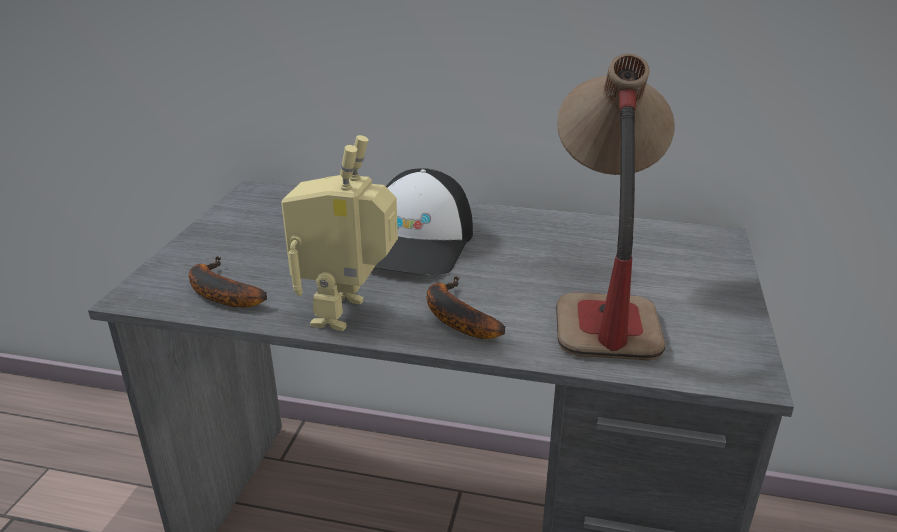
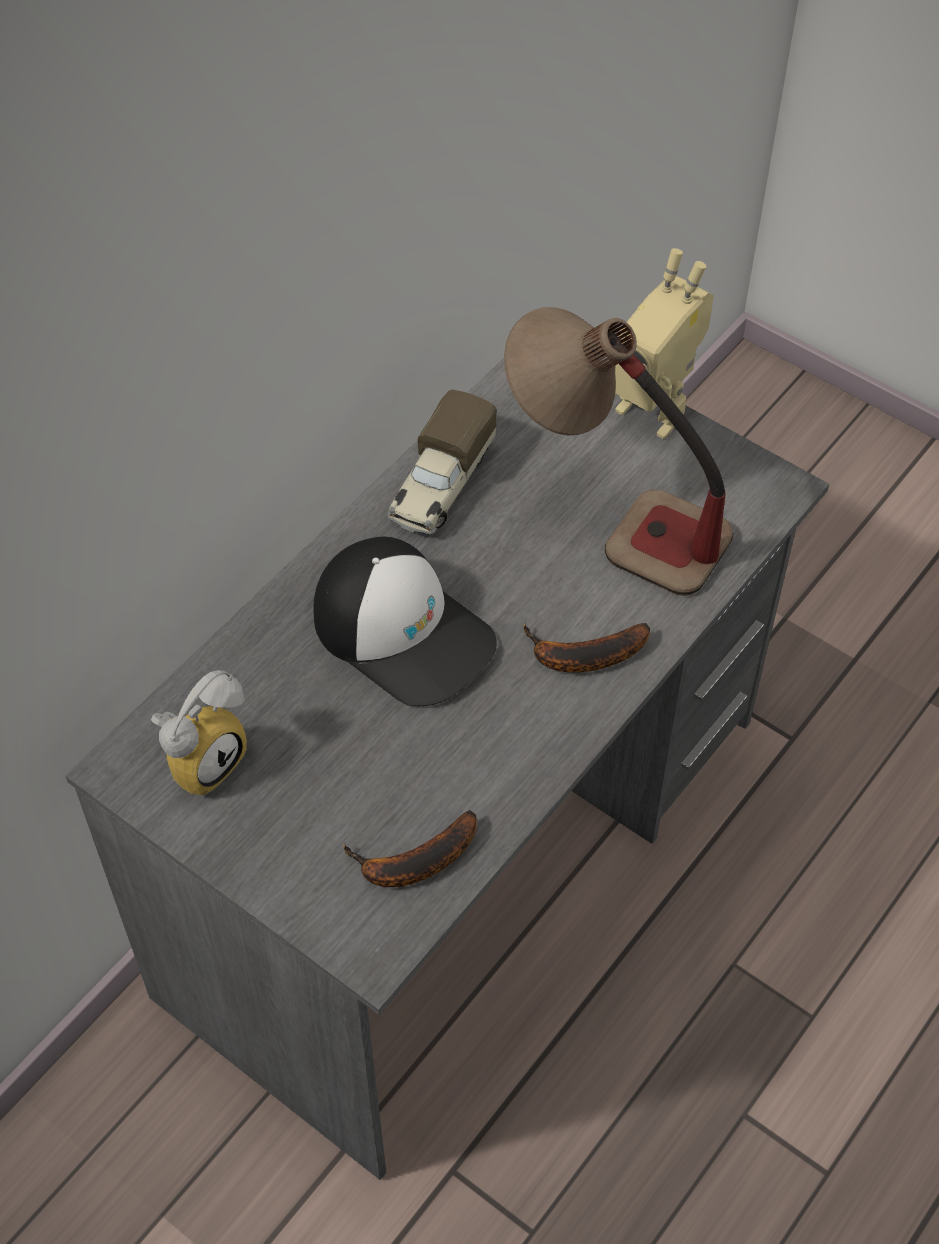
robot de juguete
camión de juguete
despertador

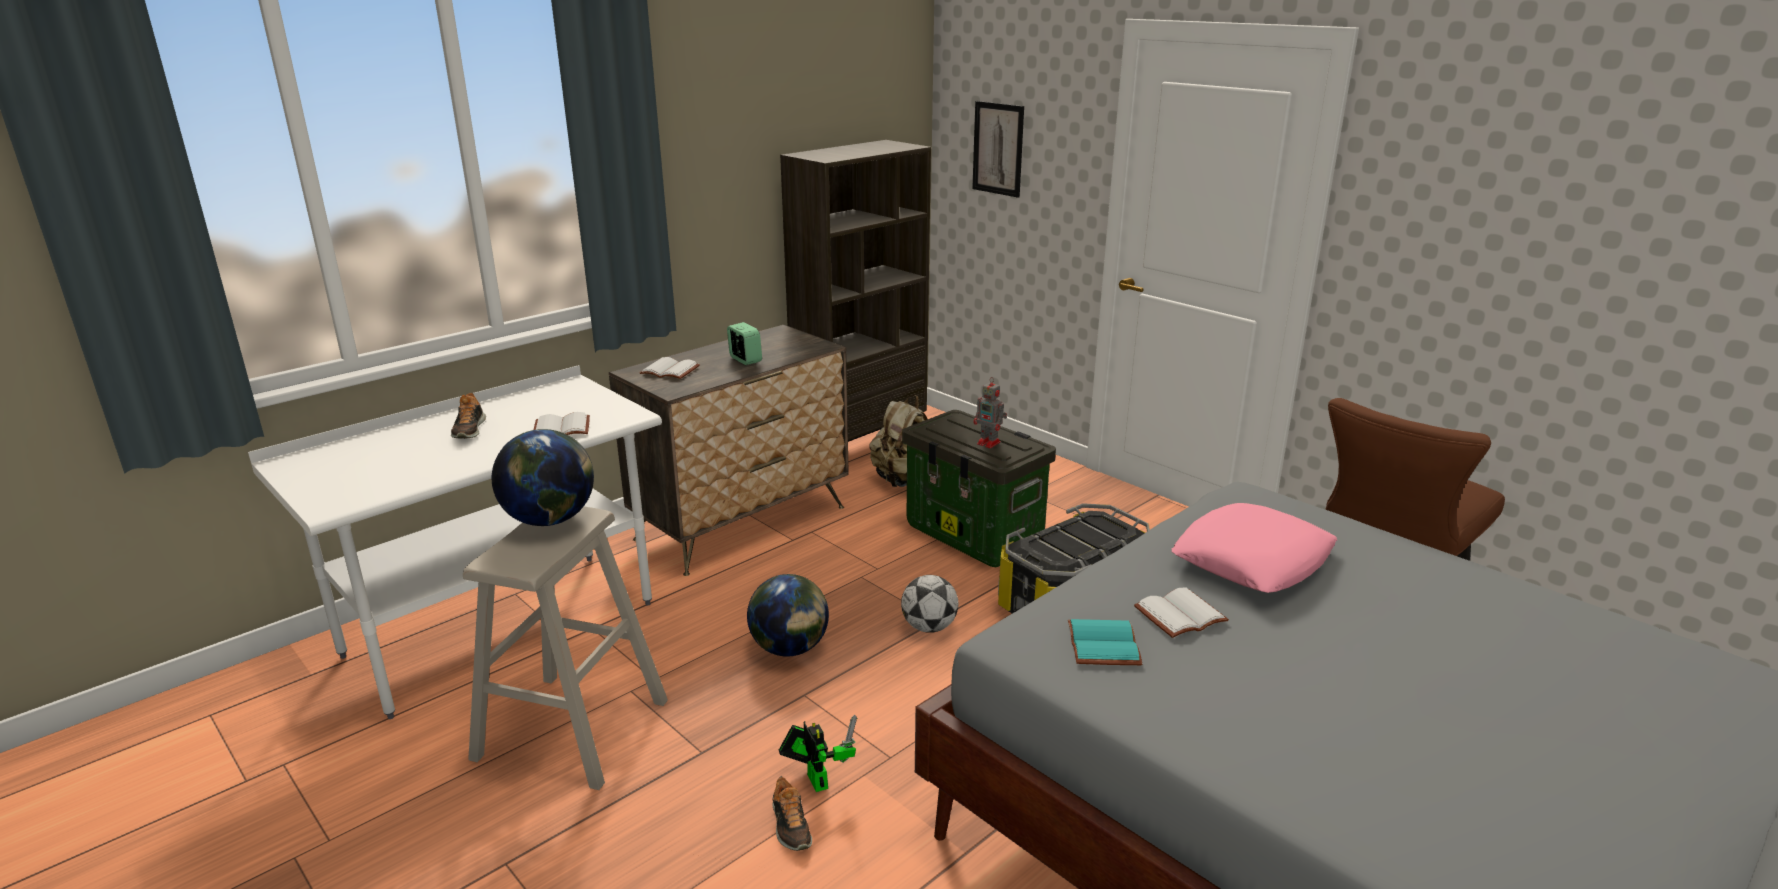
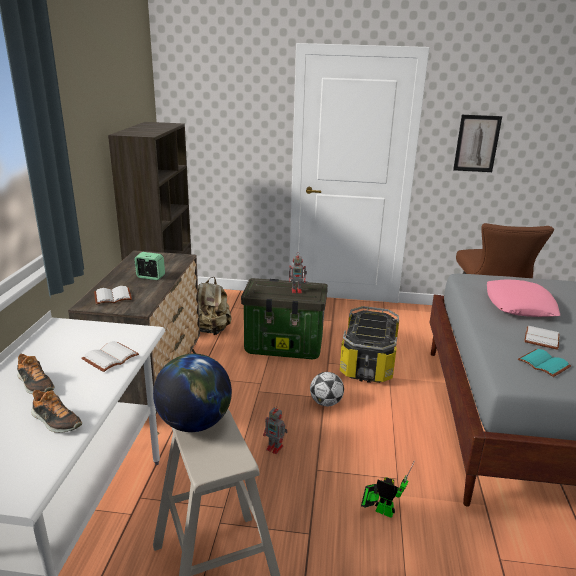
cuadro
robot de juguete (1st from left)
zapato (2nd from left)

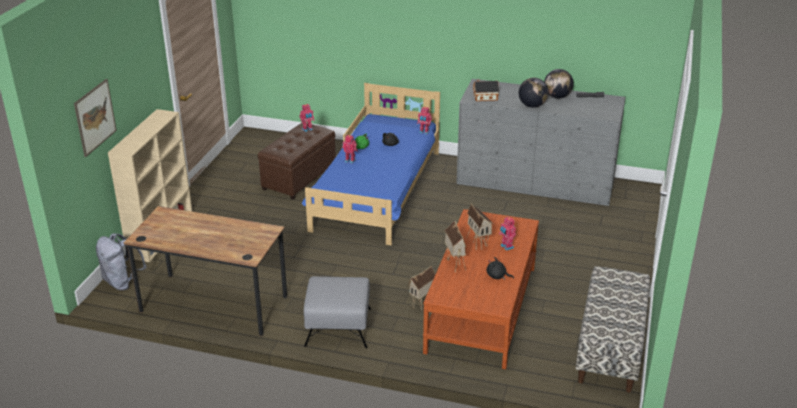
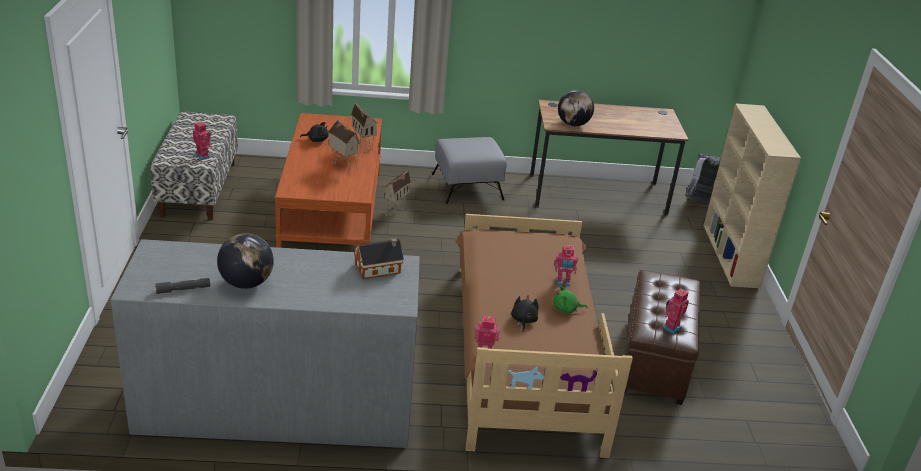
globo terráqueo (2nd from left)
cuadro
cama [marrón]
robot de juguete (1st from left)

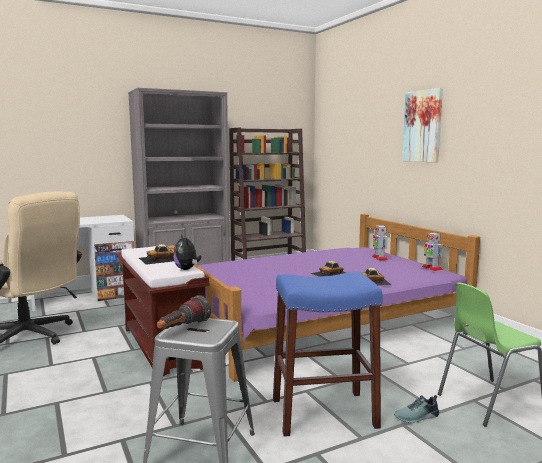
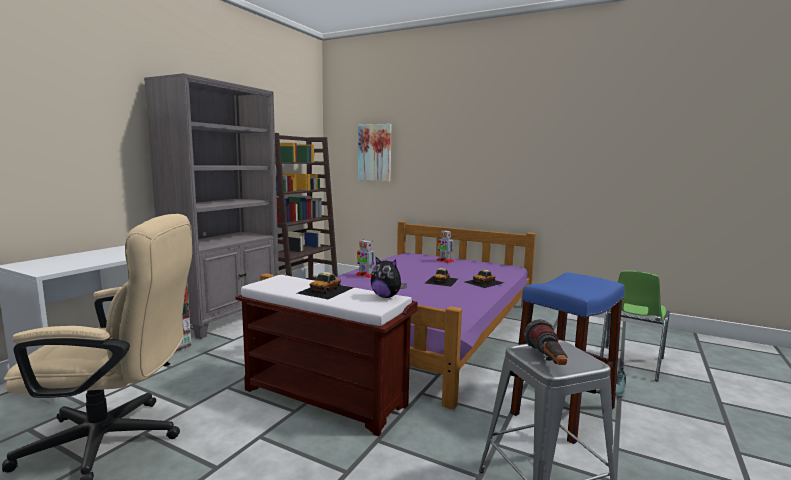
cuadro
robot de juguete (1st from left)

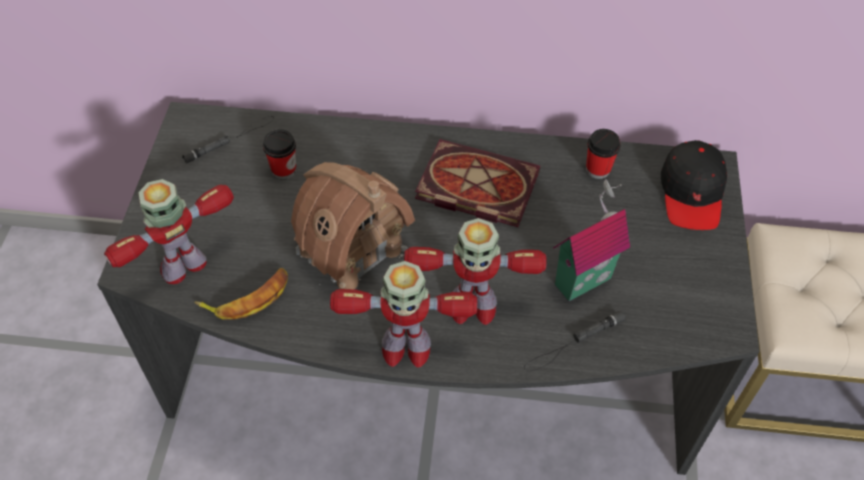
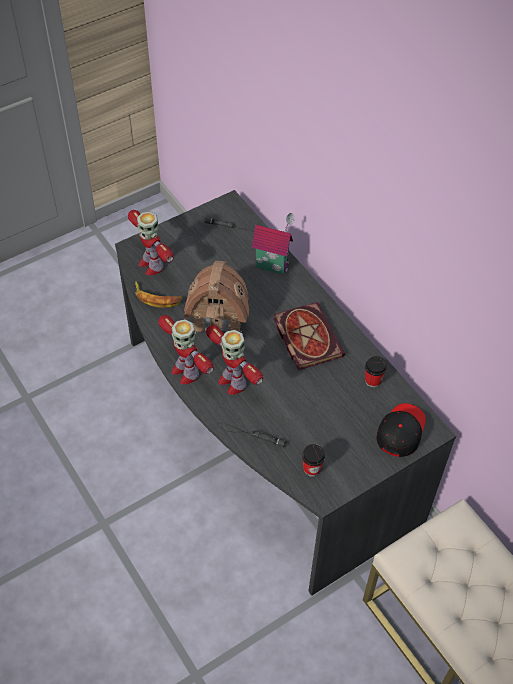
taza (1st from left)
gorra [negro]
robot de juguete (1st from left)
casita (2nd from left)

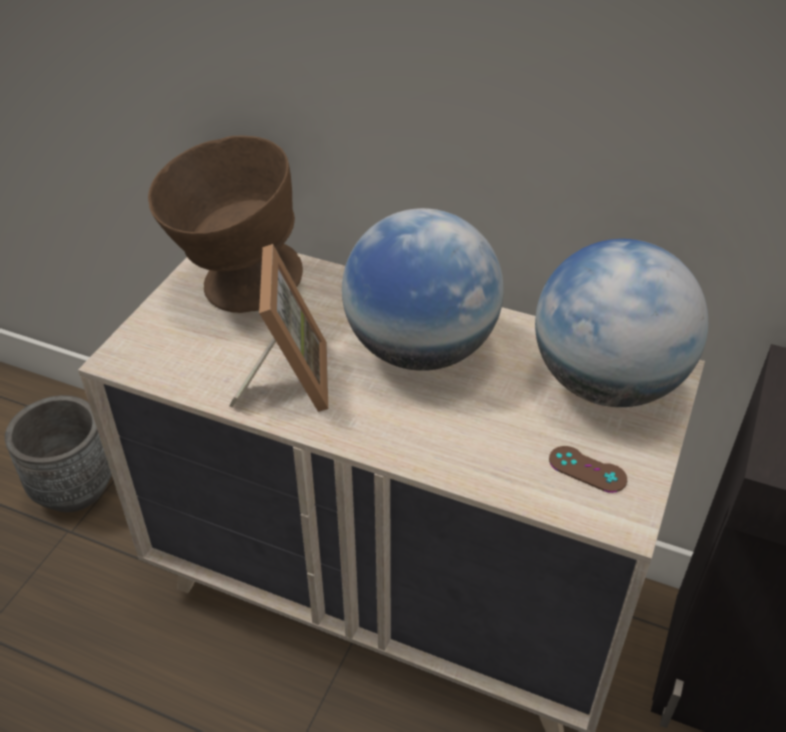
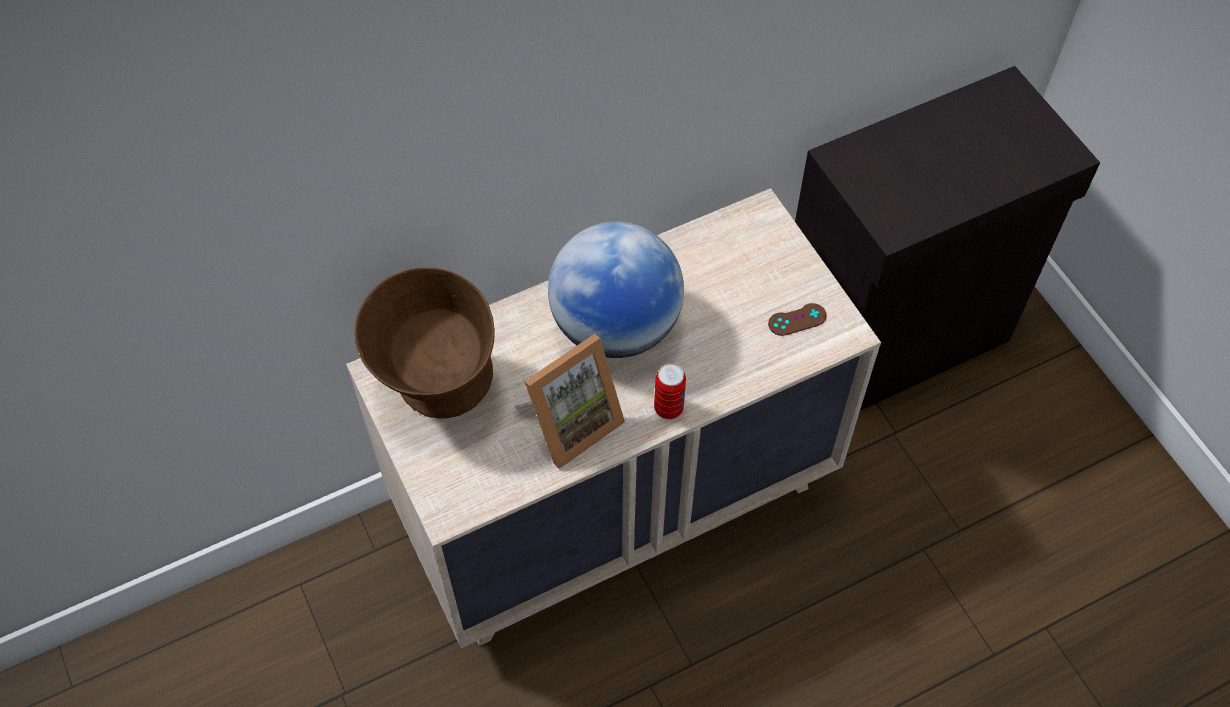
globo terráqueo (2nd from left in the first image)
portarretratos
maceta [gris]
lata

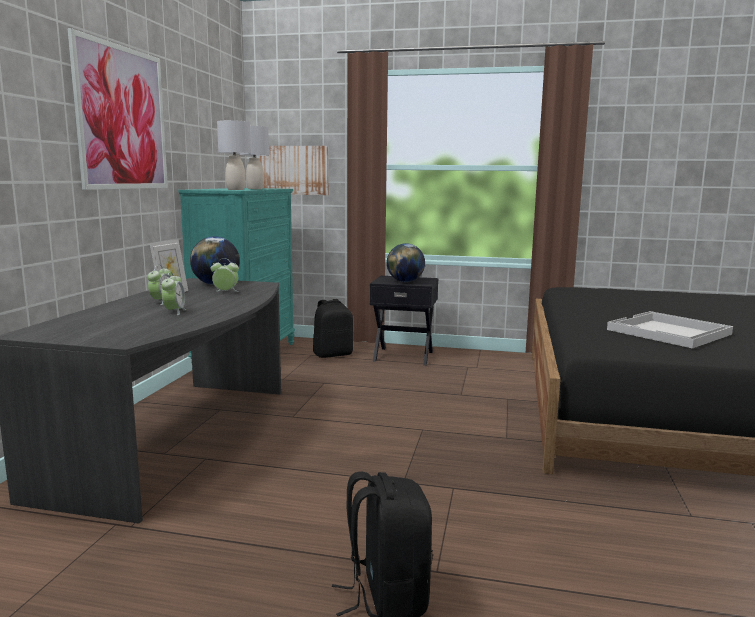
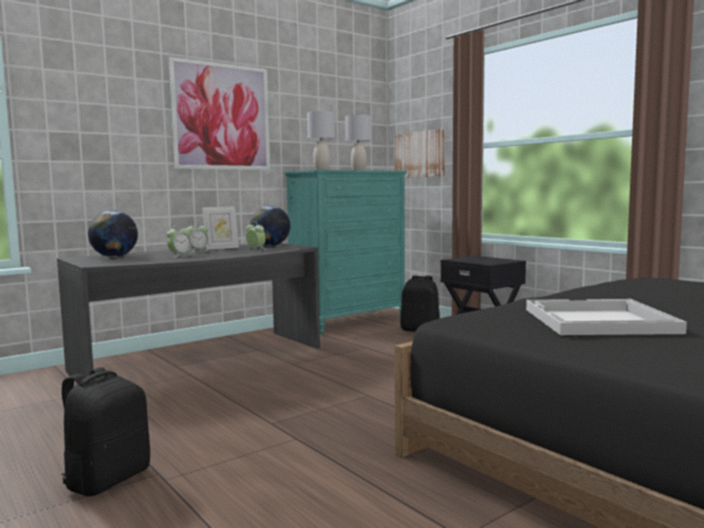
globo terráqueo (1st from left)

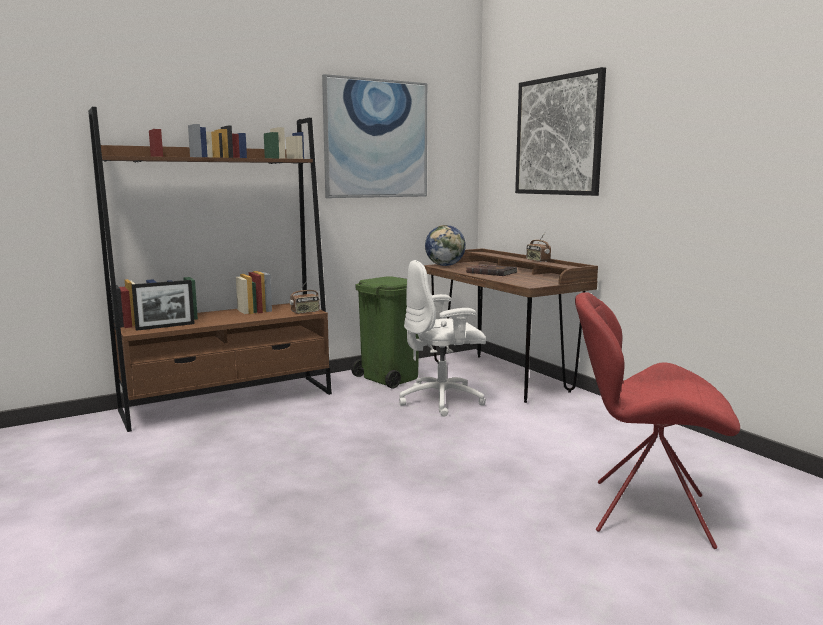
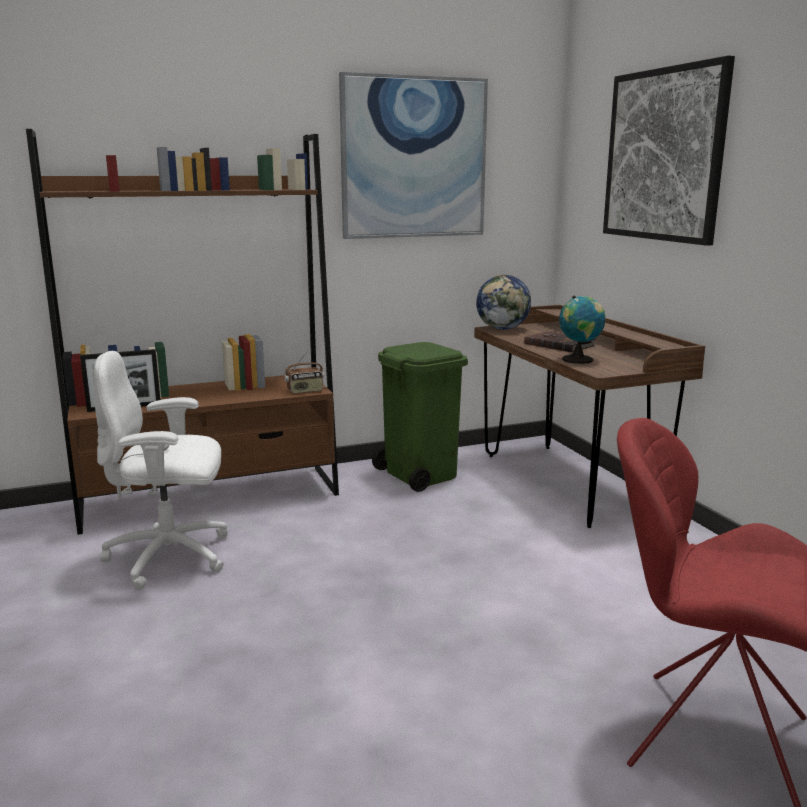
radio (2nd from left in the first image)
silla de oficina [blanco]
globo terráqueo (2nd from left)

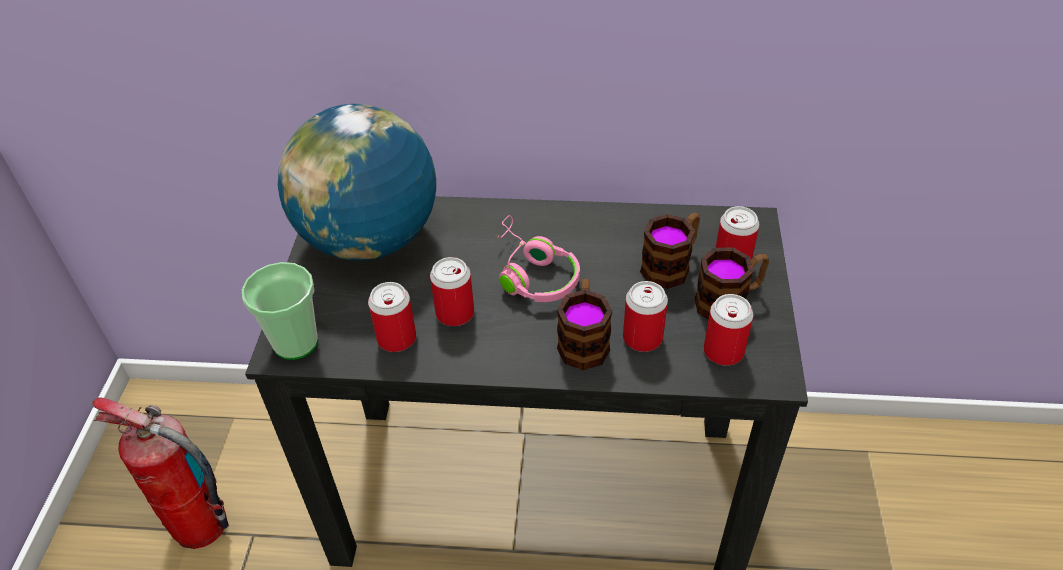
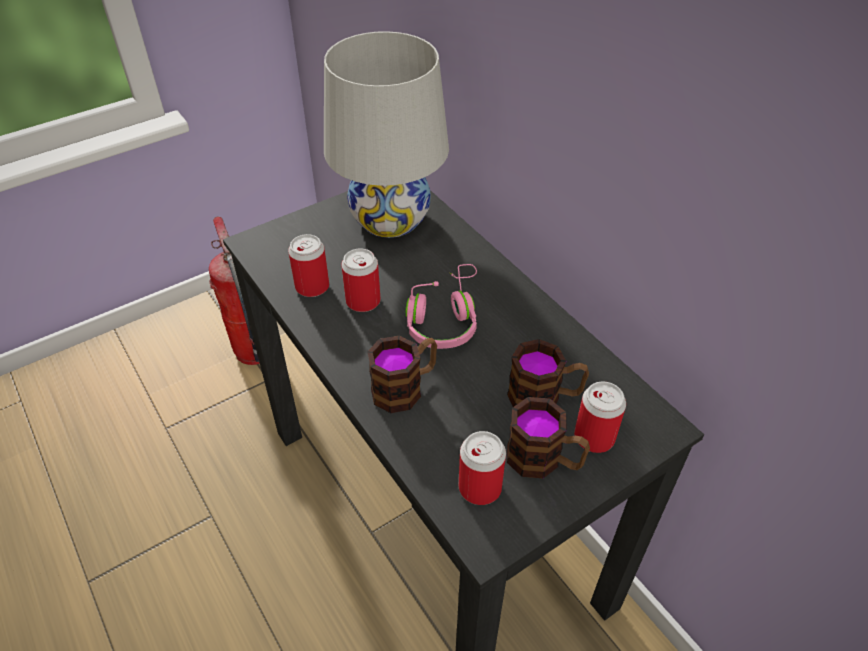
lámpara de mesa [blanco]
taza
lata (3rd from left in the first image)

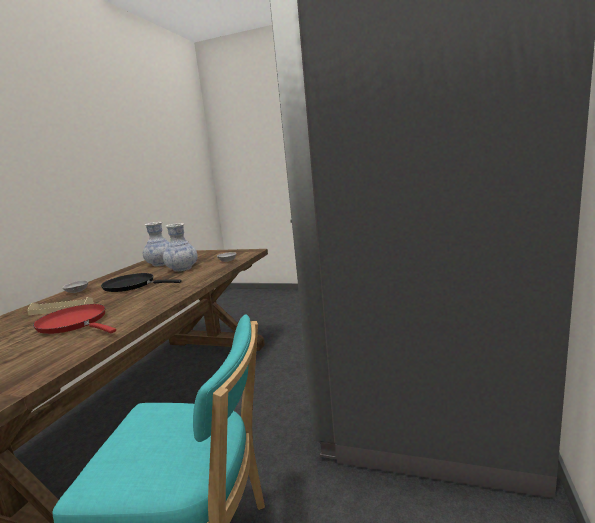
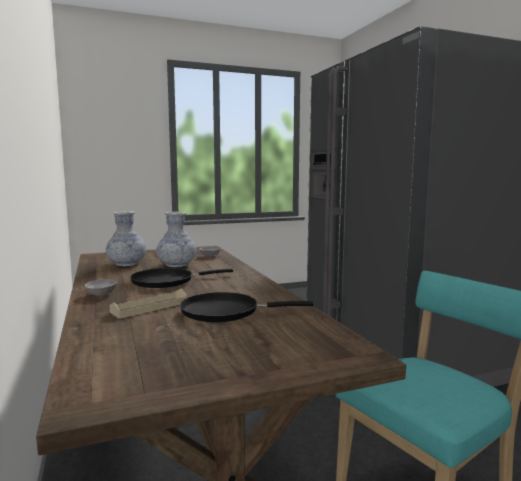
sartén [negro] (2nd from left)

